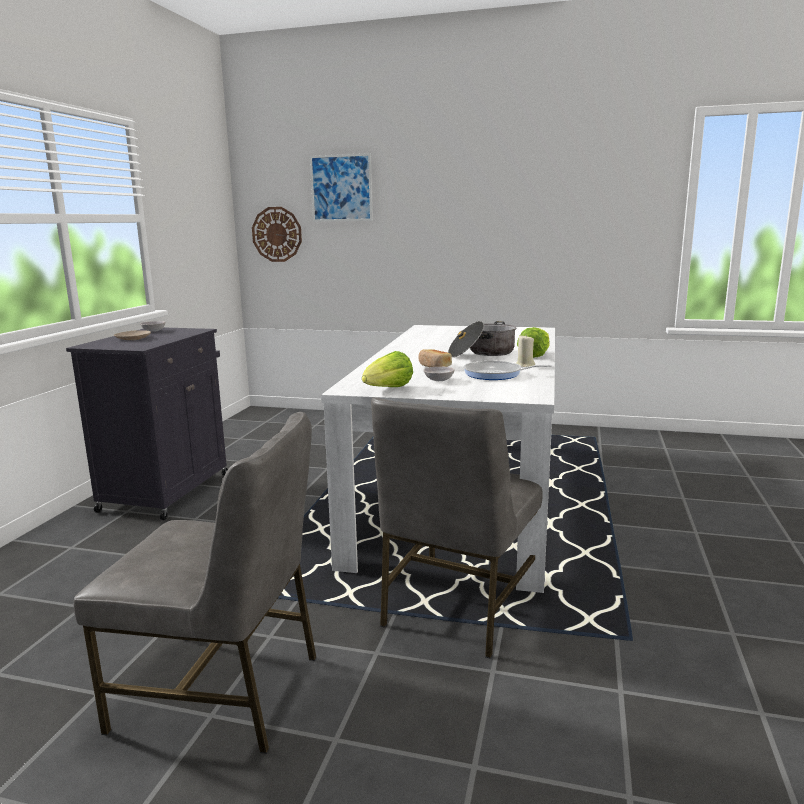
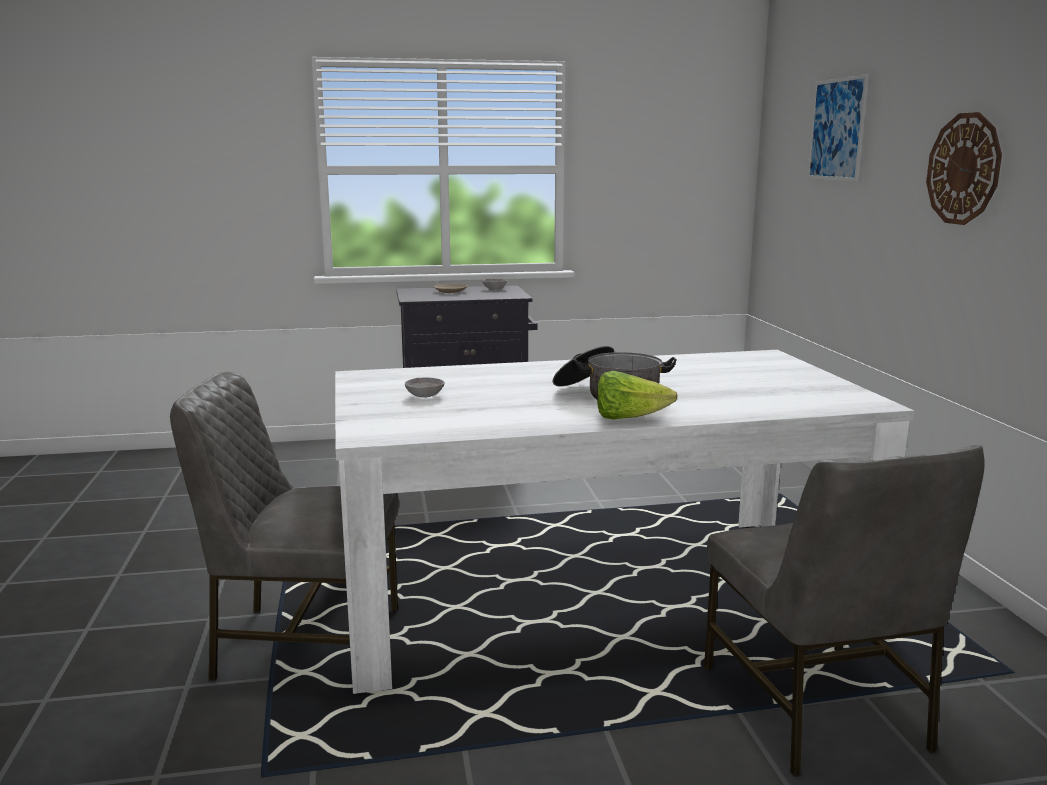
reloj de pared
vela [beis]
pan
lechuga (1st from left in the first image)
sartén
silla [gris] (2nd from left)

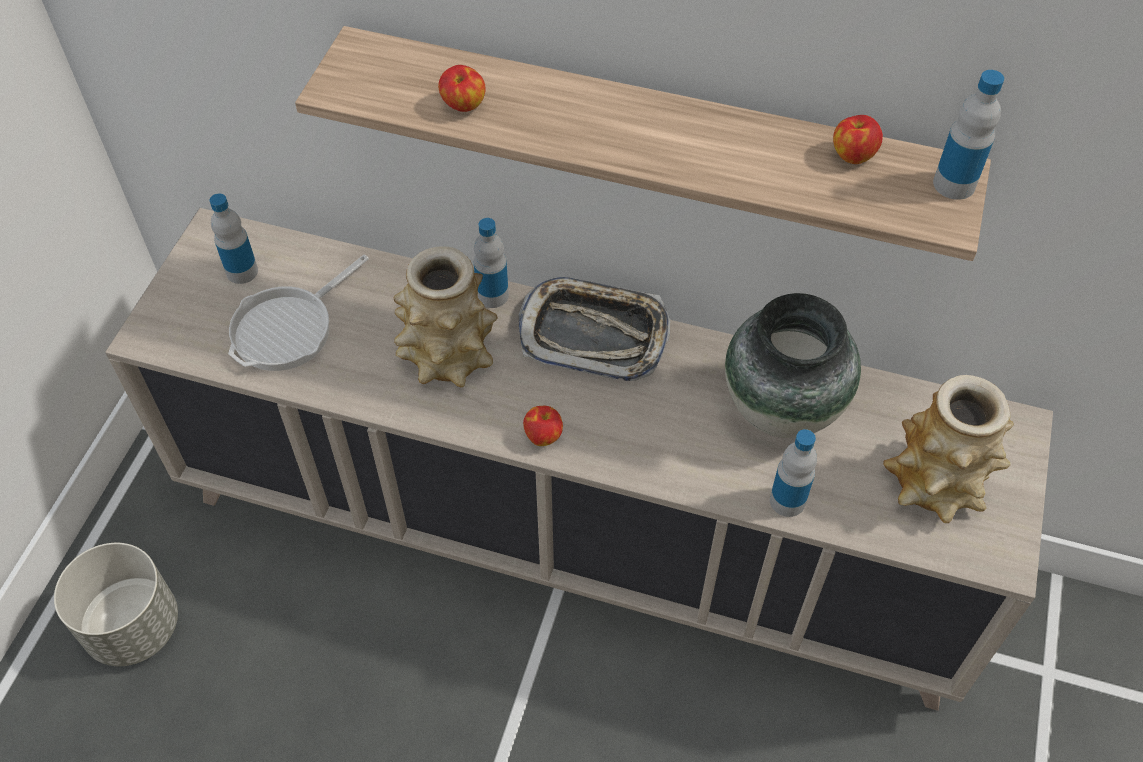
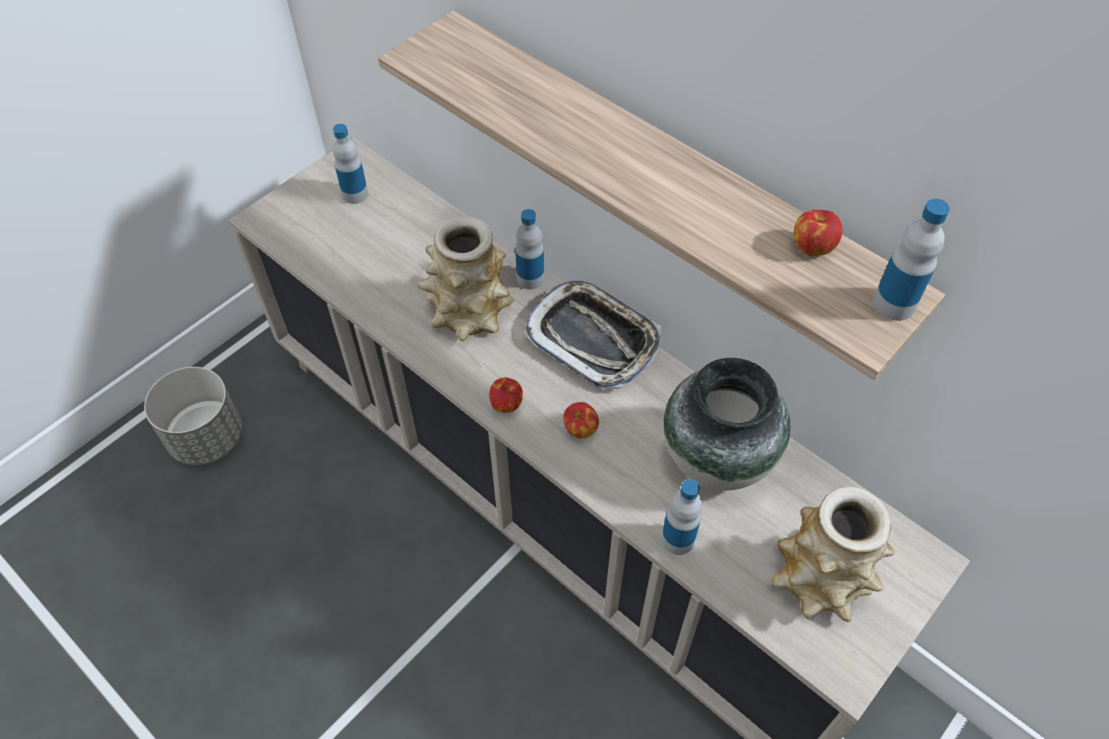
manzana (2nd from left)
sartén

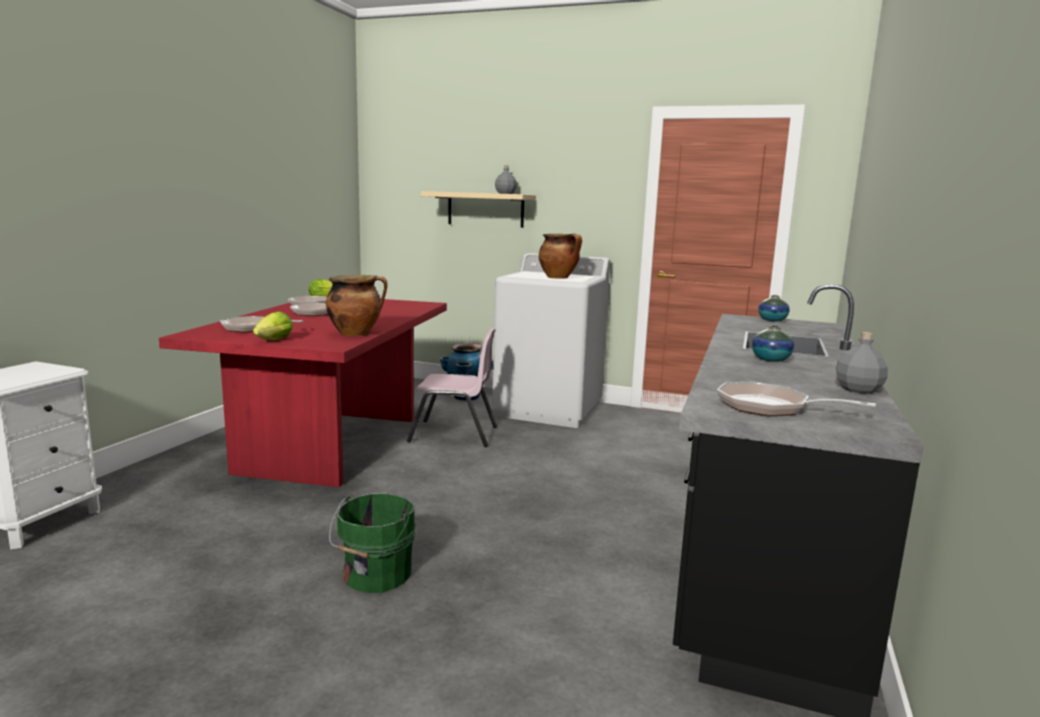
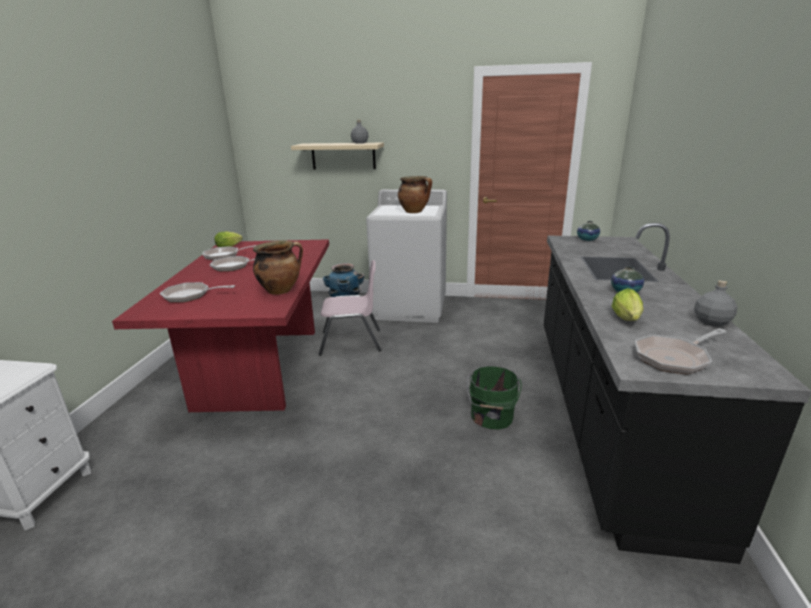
lechuga (2nd from left)
sartén (4th from left)
cubo [verde]

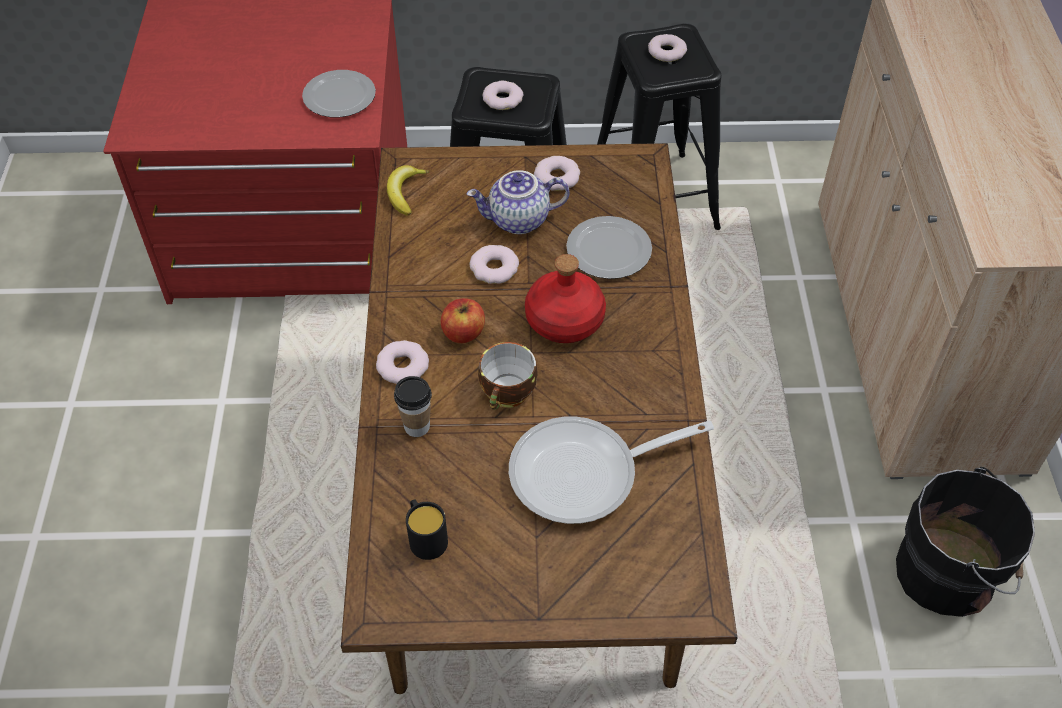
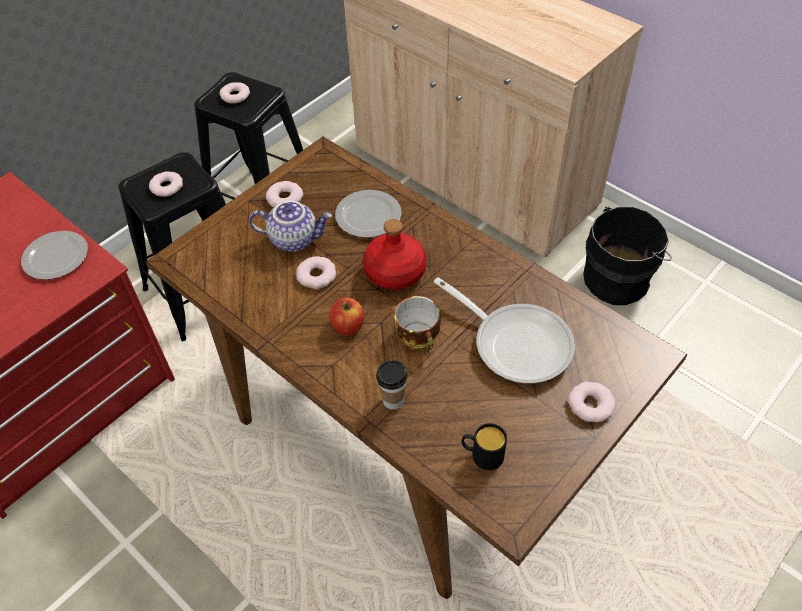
plátano
tetera
rosquilla (5th from left)
sartén

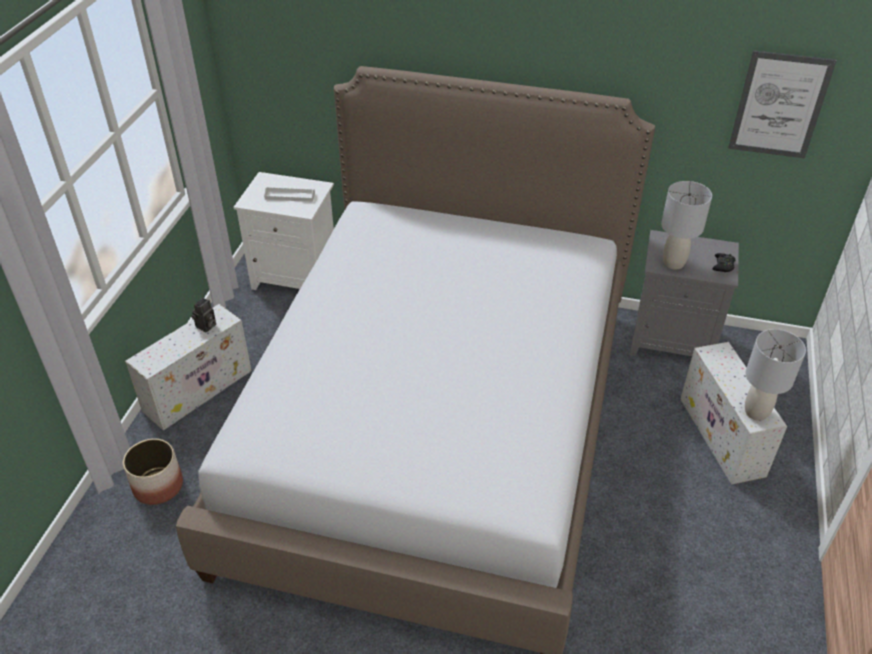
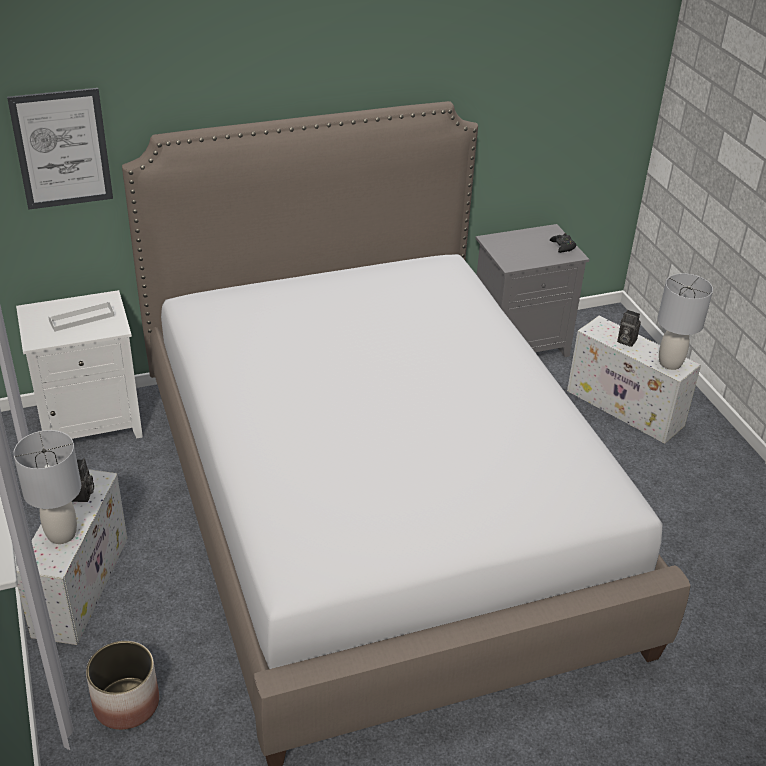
cuadro
lámpara de mesa [gris] (1st from left)
cámara (2nd from left)

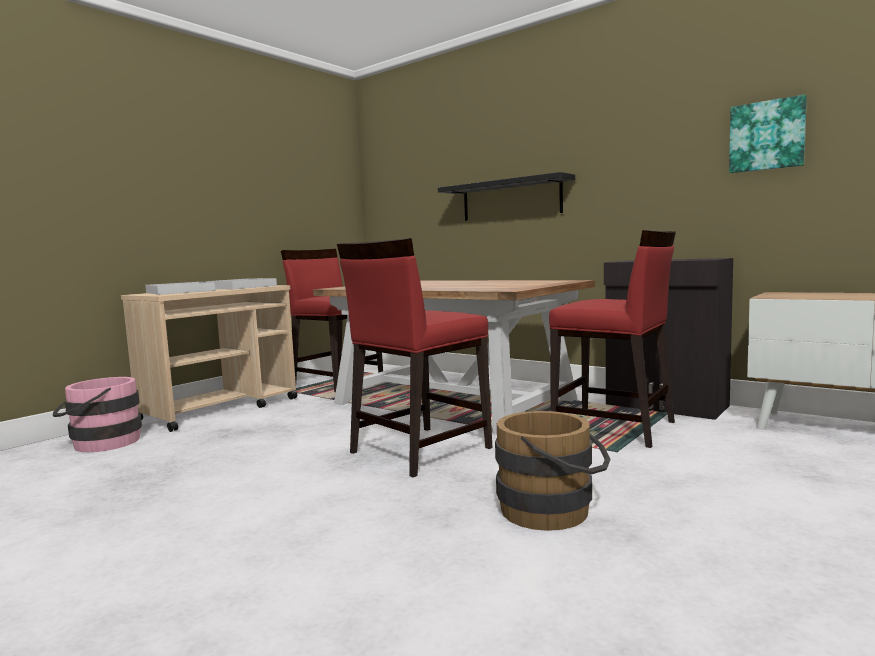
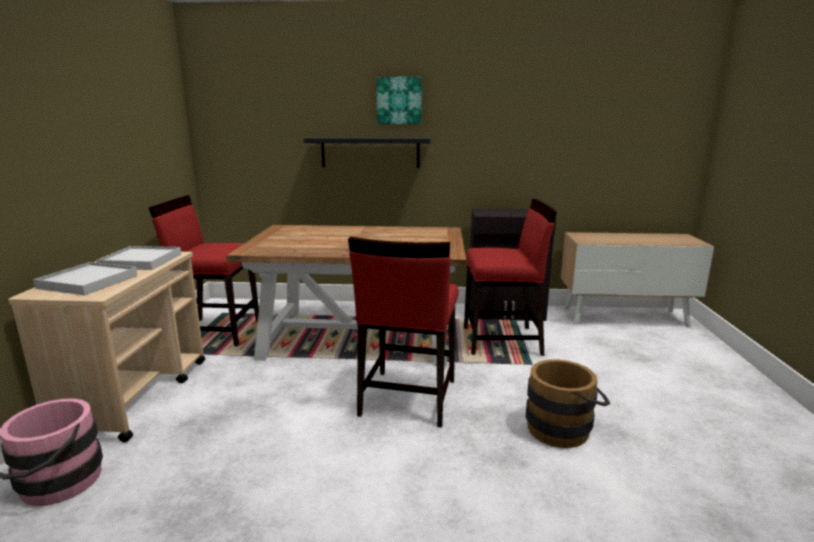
cuadro

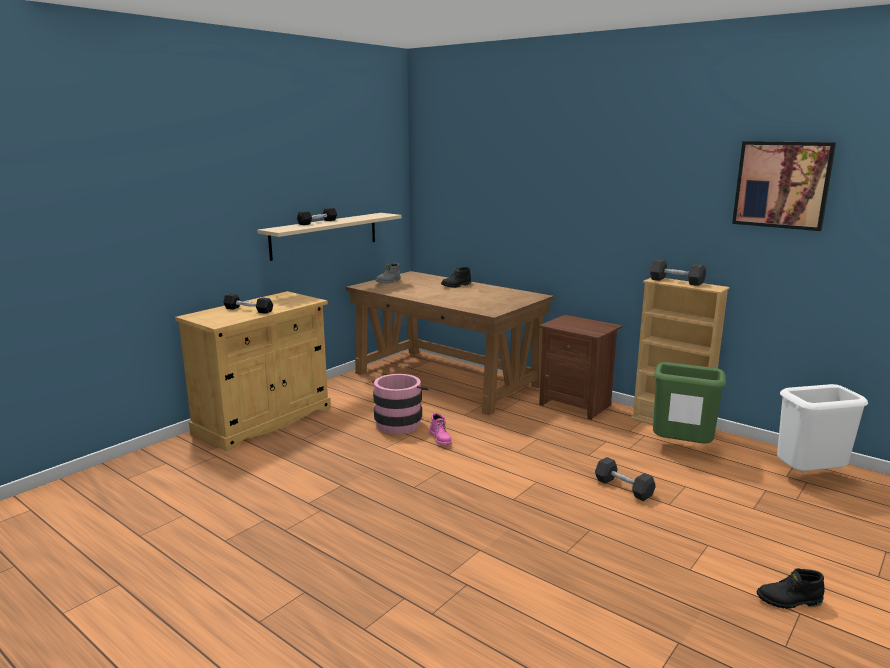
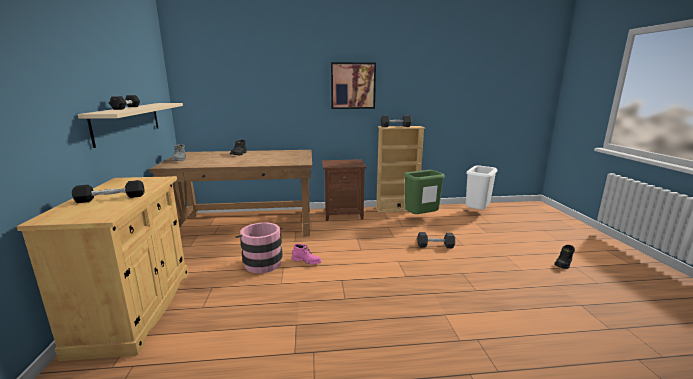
cuadro

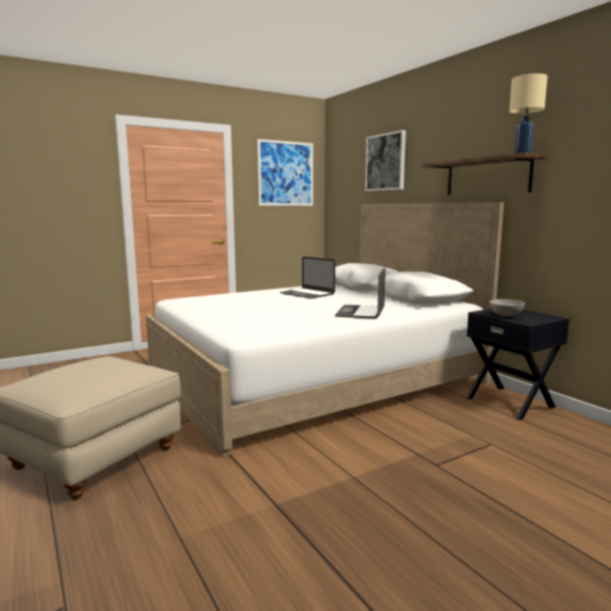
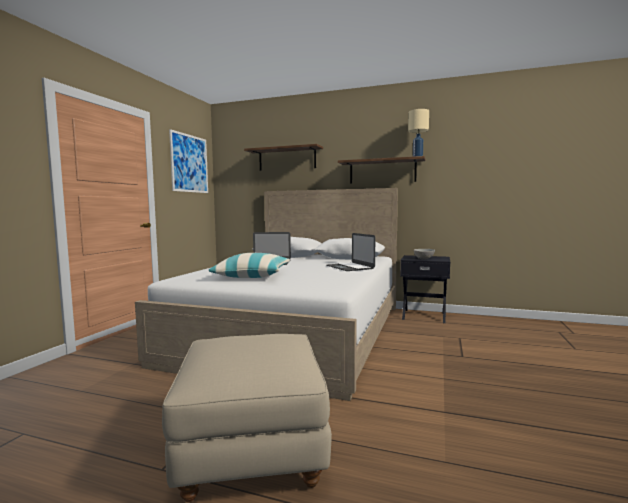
estante (1st from left)
cojín

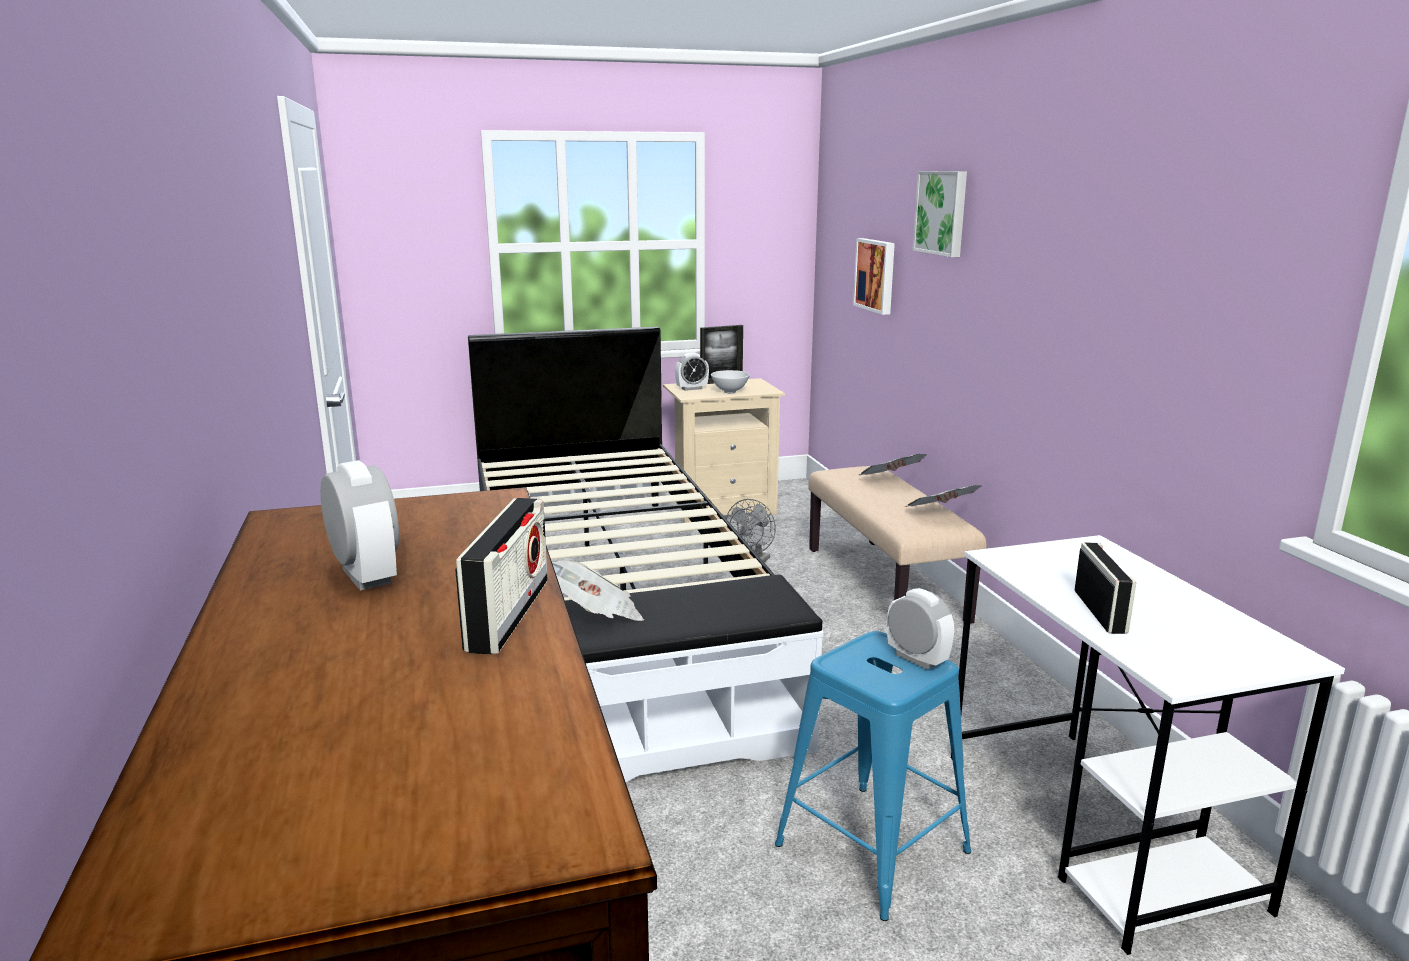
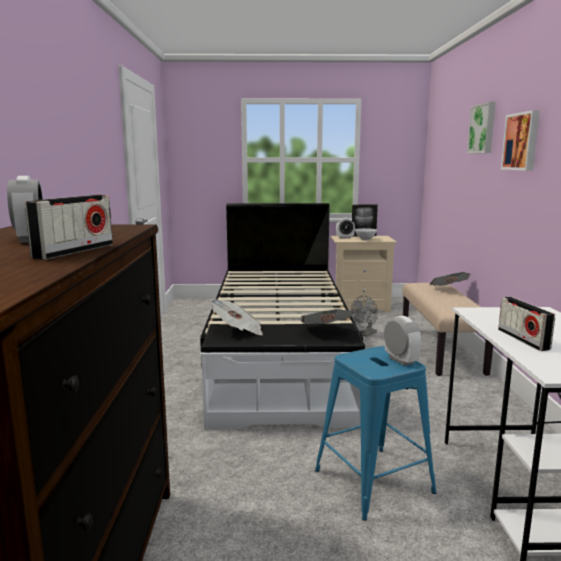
cuadro (2nd from left)
periódico (2nd from left)
radio (2nd from left)

